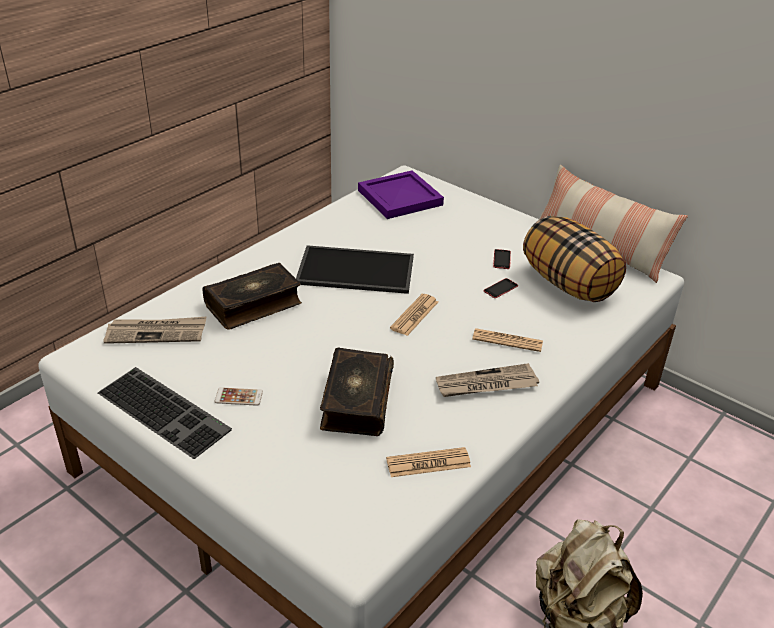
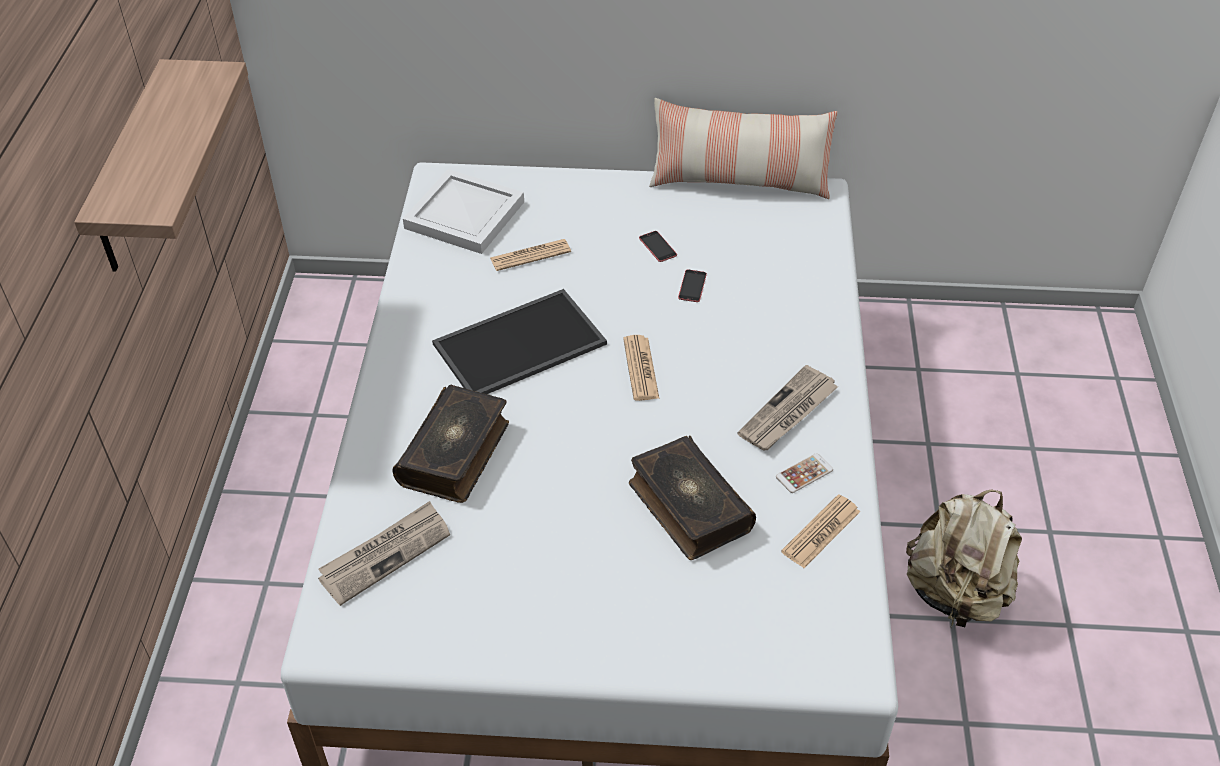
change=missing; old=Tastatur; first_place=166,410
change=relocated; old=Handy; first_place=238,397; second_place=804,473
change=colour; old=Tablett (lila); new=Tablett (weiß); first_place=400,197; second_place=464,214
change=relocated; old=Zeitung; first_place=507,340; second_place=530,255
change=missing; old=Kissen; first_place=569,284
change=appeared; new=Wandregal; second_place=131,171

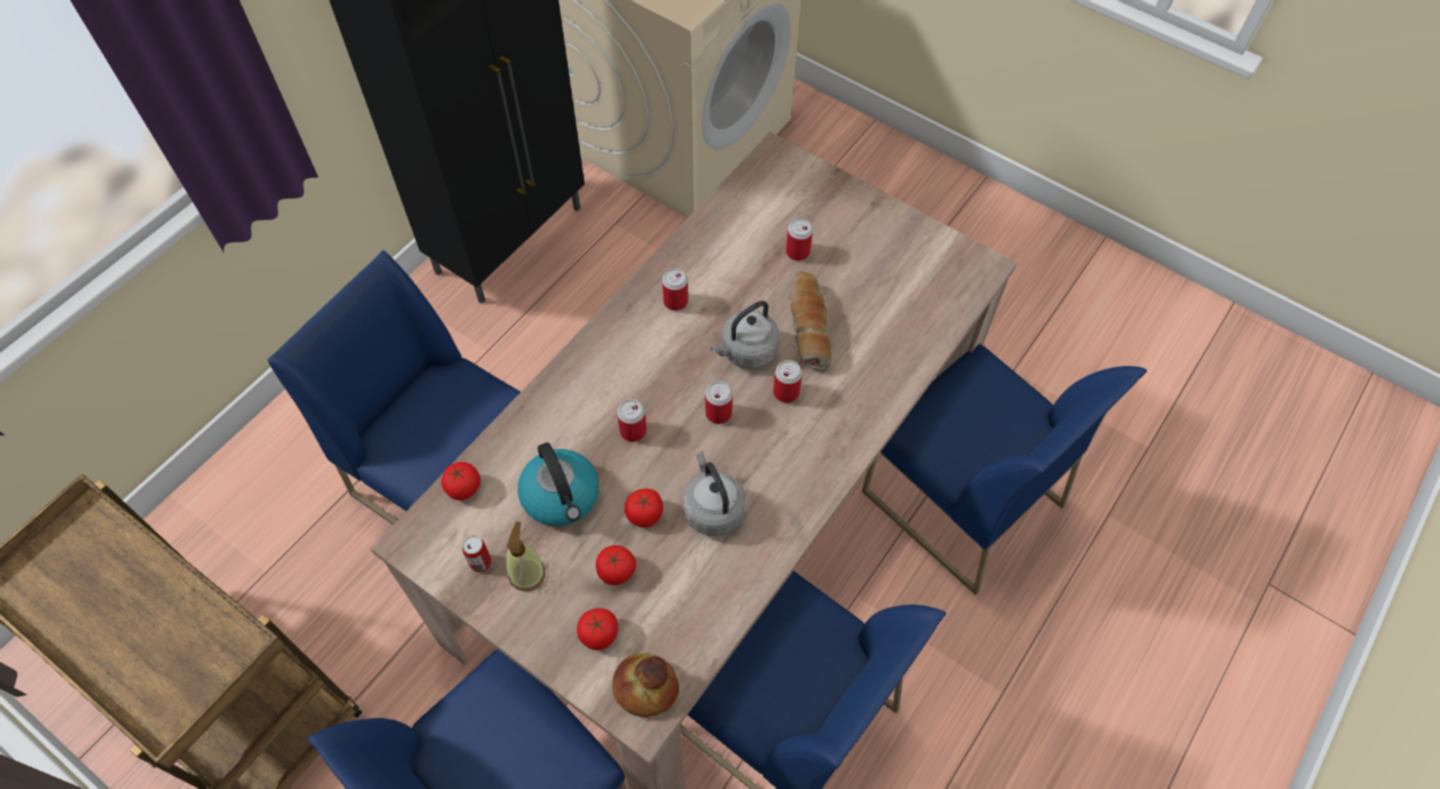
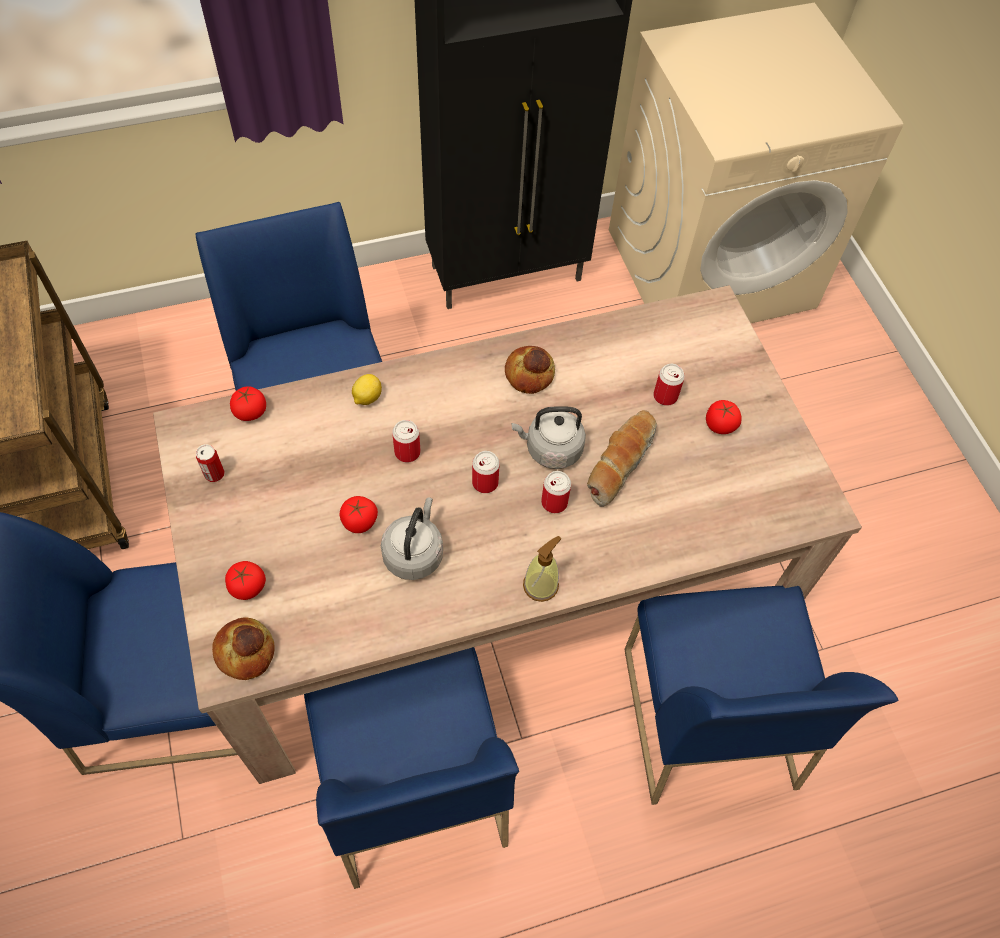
change=relocated; old=Seifenspender; first_place=527,574; second_place=541,585
change=missing; old=Wasserkessel; first_place=562,496
change=relocated; old=Tomate; first_place=616,571; second_place=720,425
change=exchanged; old=Dose; new=Brot; first_place=675,301; second_place=529,374
change=appeared; new=Zitrone; second_place=367,398

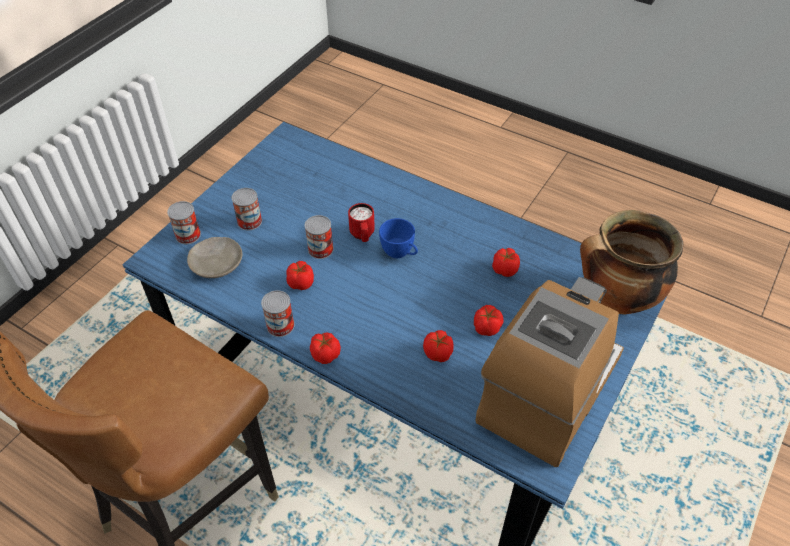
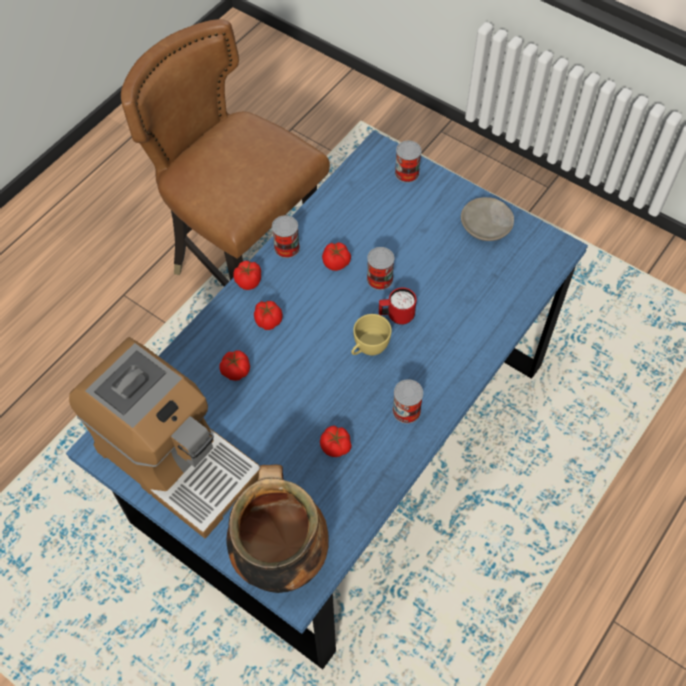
change=relocated; old=Teller (beige); first_place=217,263; second_place=486,225
change=relocated; old=Dose; first_place=249,221; second_place=406,410
change=colour; old=Tasse (blau); new=Tasse (gelb); first_place=400,253; second_place=368,349
change=relocated; old=Tomate; first_place=486,328; second_place=268,320

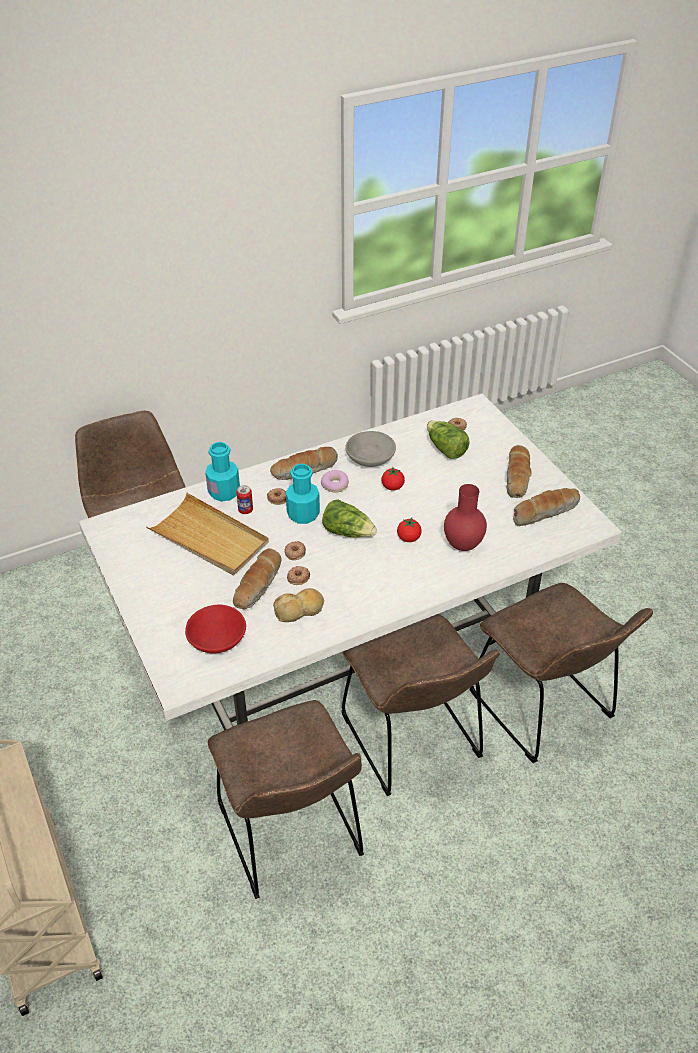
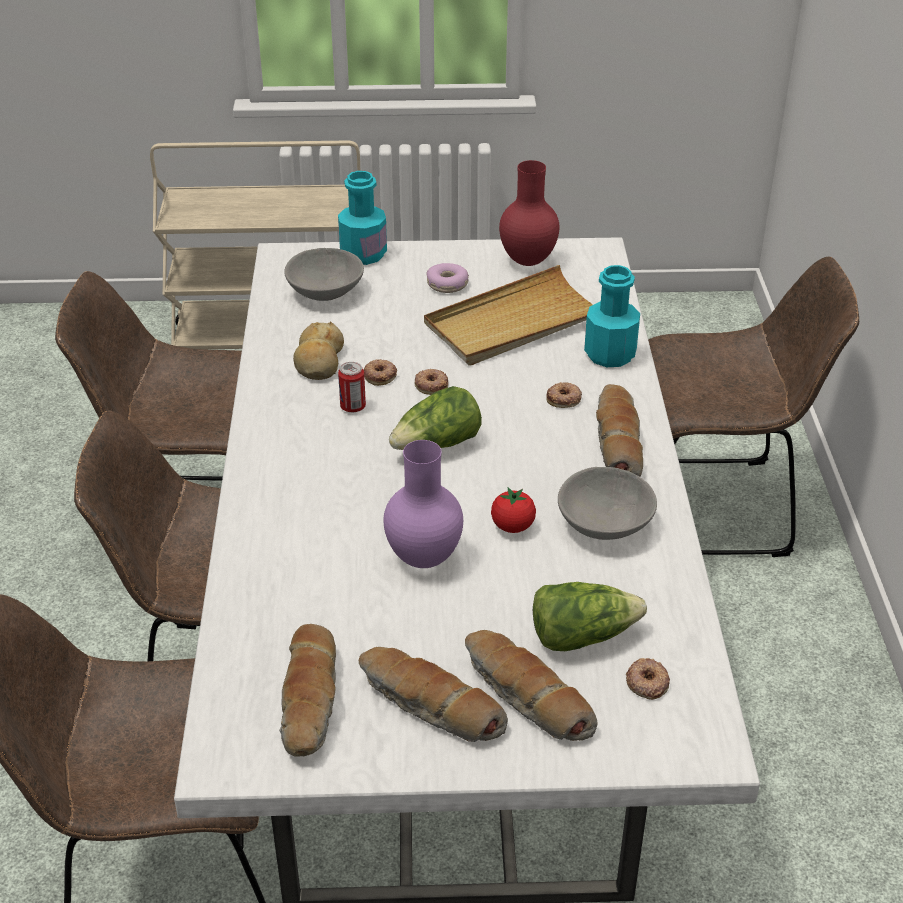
change=colour; old=Schüssel (rot); new=Schüssel (grau); first_place=217,640; second_place=326,292
change=relocated; old=Brot; first_place=258,585; second_place=525,697
change=relocated; old=Dose; first_place=245,510; second_place=353,407
change=relocated; old=Flasche (türkis); first_place=303,514; second_place=363,254
change=relocated; old=Donut; first_place=335,485; second_place=447,284
change=missing; old=Tomate; first_place=408,538
change=relocated; old=Vase (rot); first_place=464,545; second_place=527,262
change=appeared; new=Vase (lila); second_place=423,557

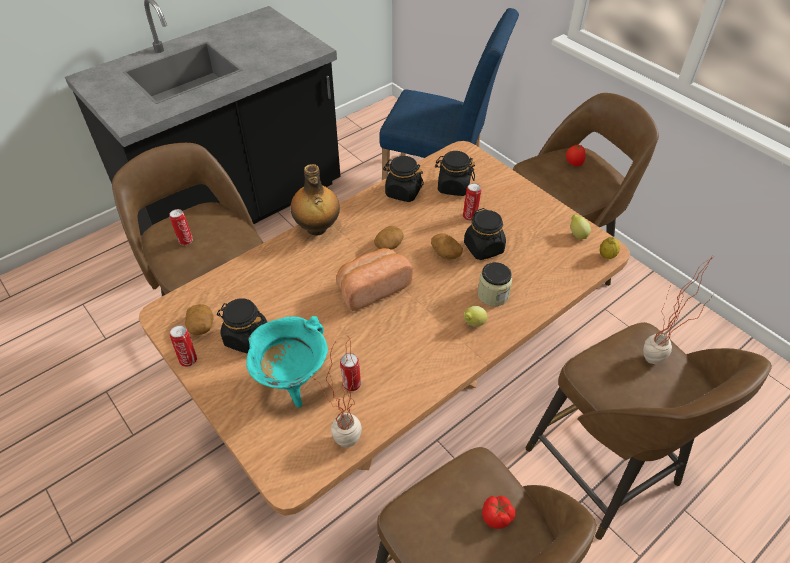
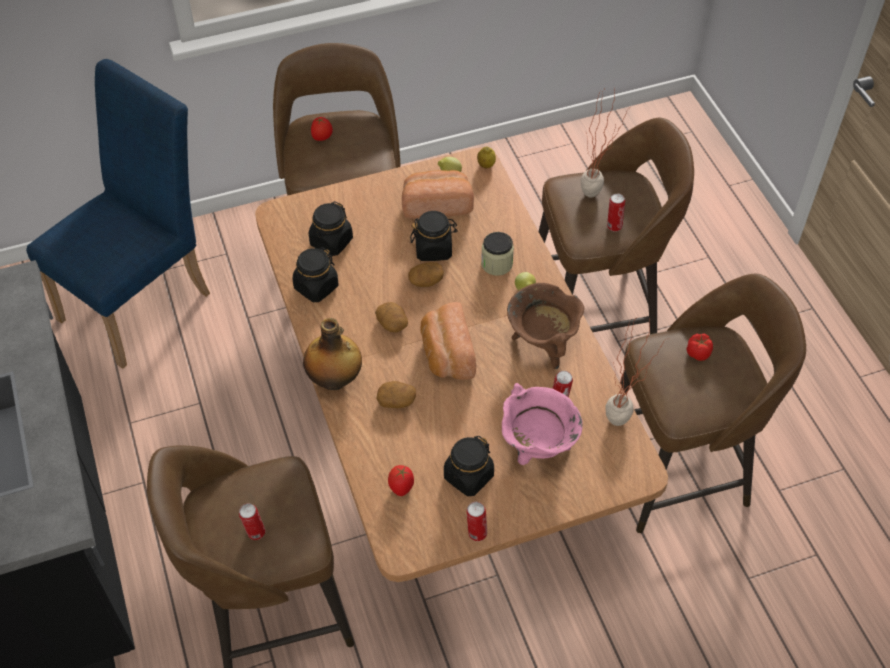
change=relocated; old=Kartoffel; first_place=201,326; second_place=396,400
change=colour; old=Kochtopf (türkis); new=Kochtopf (rosa); first_place=292,380; second_place=537,448
change=relocated; old=Dose; first_place=470,216; second_place=613,226
change=appeared; new=Tomate; second_place=401,487
change=appeared; new=Brot; second_place=436,204
change=appeared; new=Kochtopf (braun); second_place=542,344

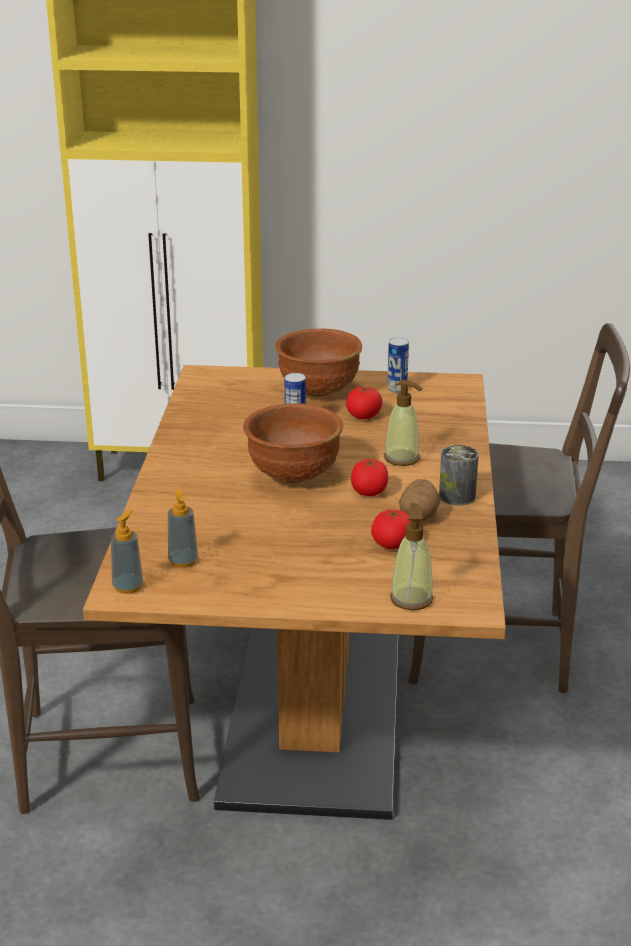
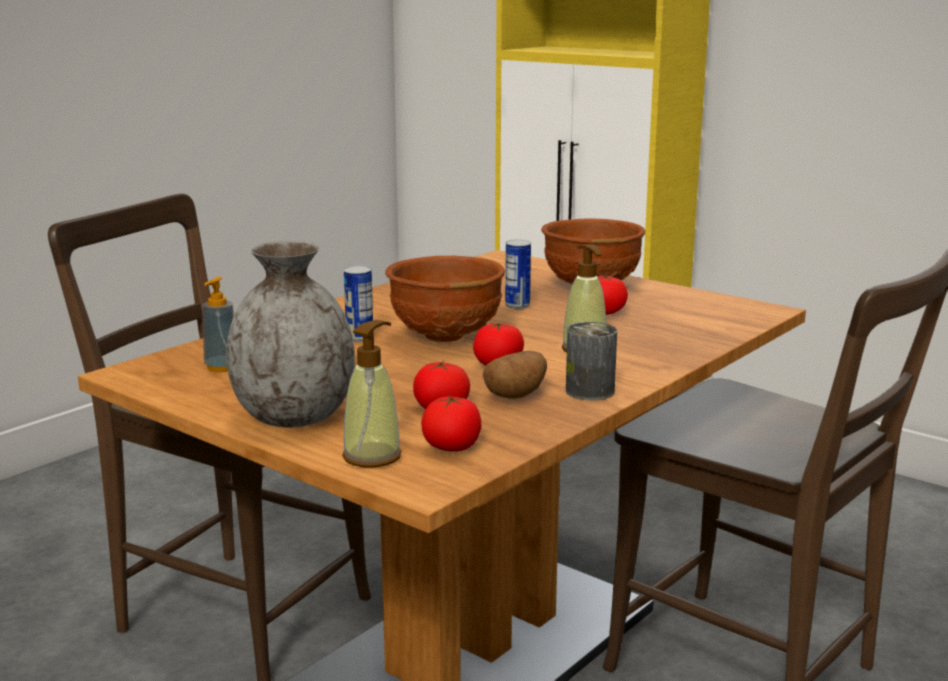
change=missing; old=Seifenspender; first_place=128,586
change=relocated; old=Dose; first_place=397,389; second_place=359,338
change=appeared; new=Vase (grau); second_place=293,417
change=appeared; new=Tomate; second_place=451,447

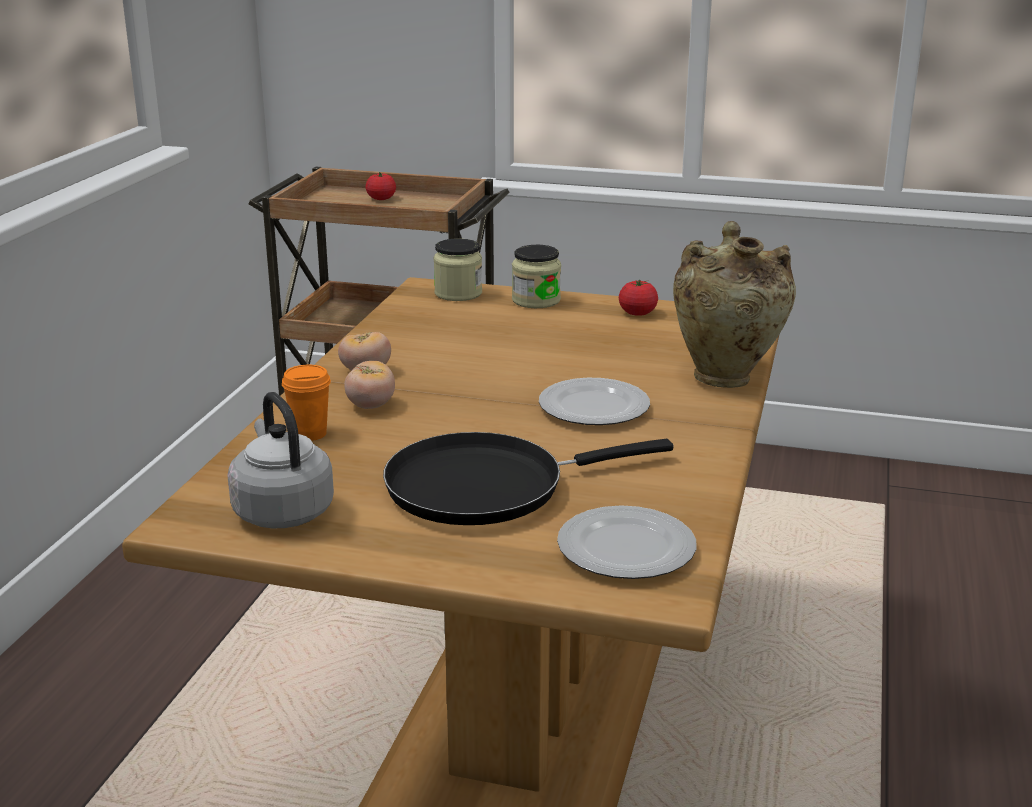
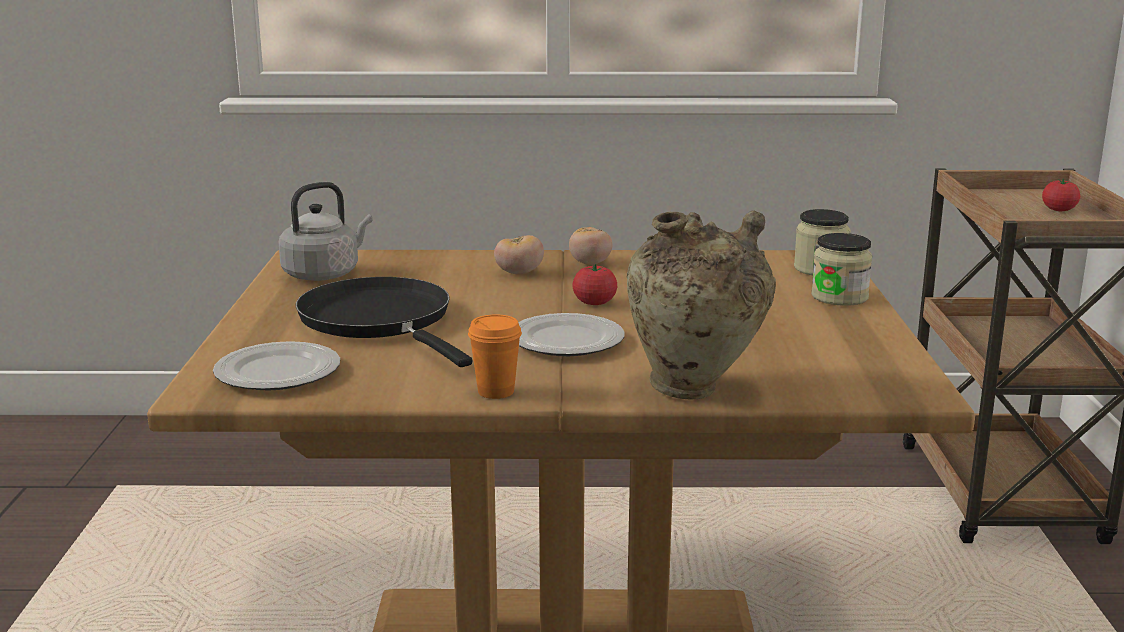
change=relocated; old=Tasse (orange); first_place=310,434; second_place=496,391
change=relocated; old=Tomate; first_place=637,313; second_place=594,303

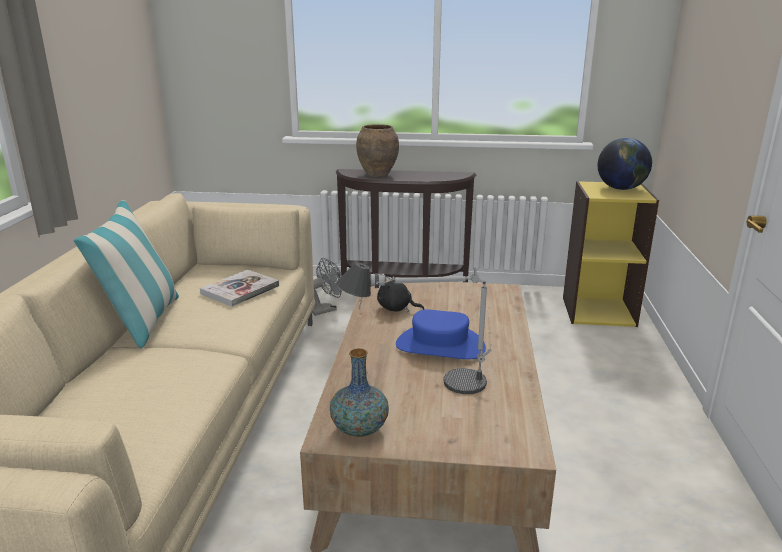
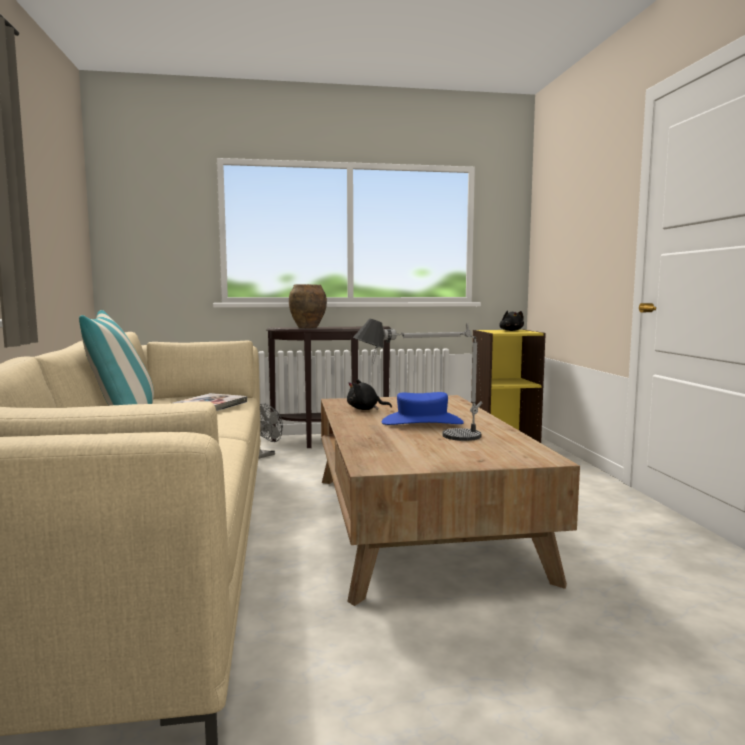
change=missing; old=Vase; first_place=359,429
change=exchanged; old=Globus; new=Plüschtier (schwarz); first_place=621,188; second_place=511,330

